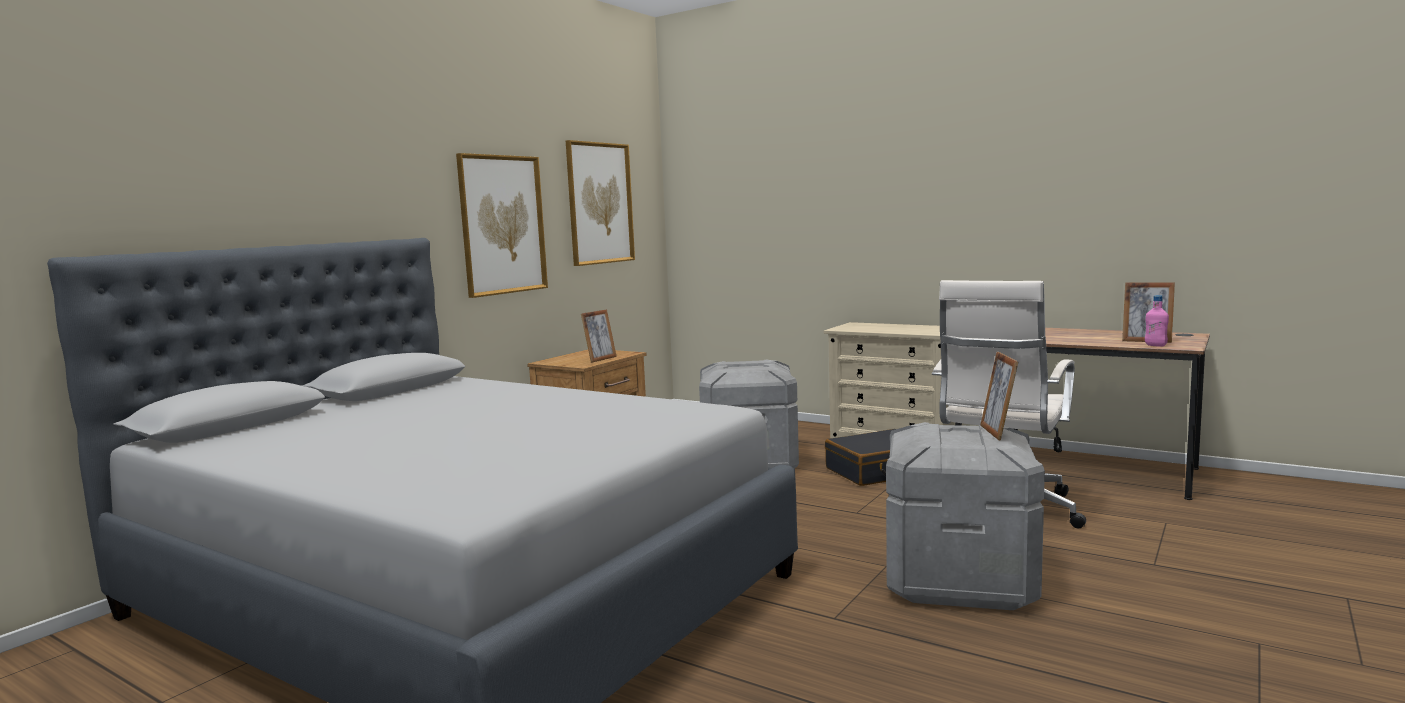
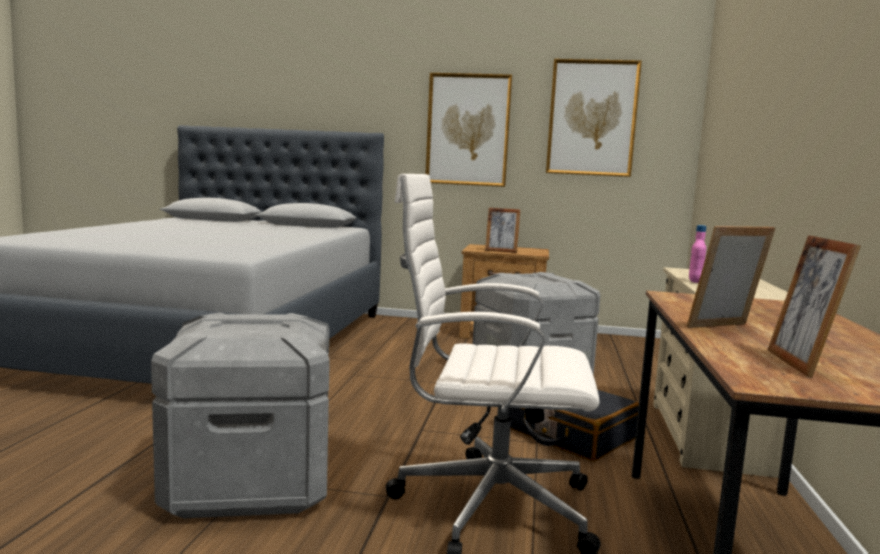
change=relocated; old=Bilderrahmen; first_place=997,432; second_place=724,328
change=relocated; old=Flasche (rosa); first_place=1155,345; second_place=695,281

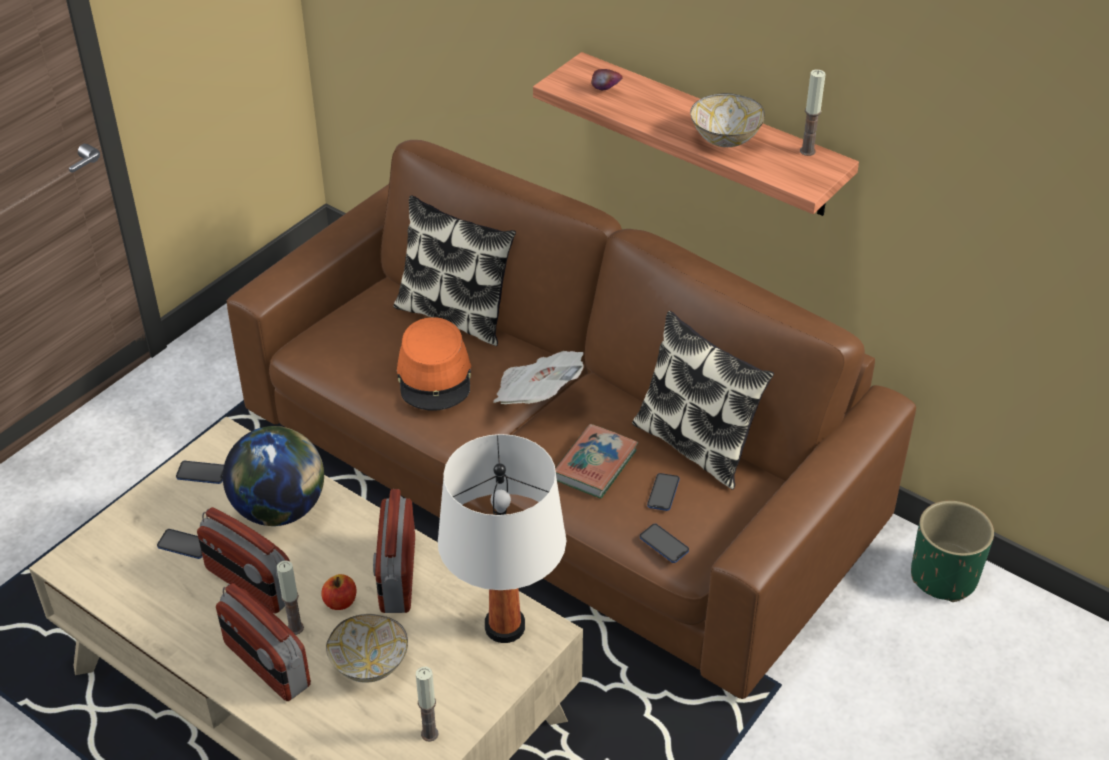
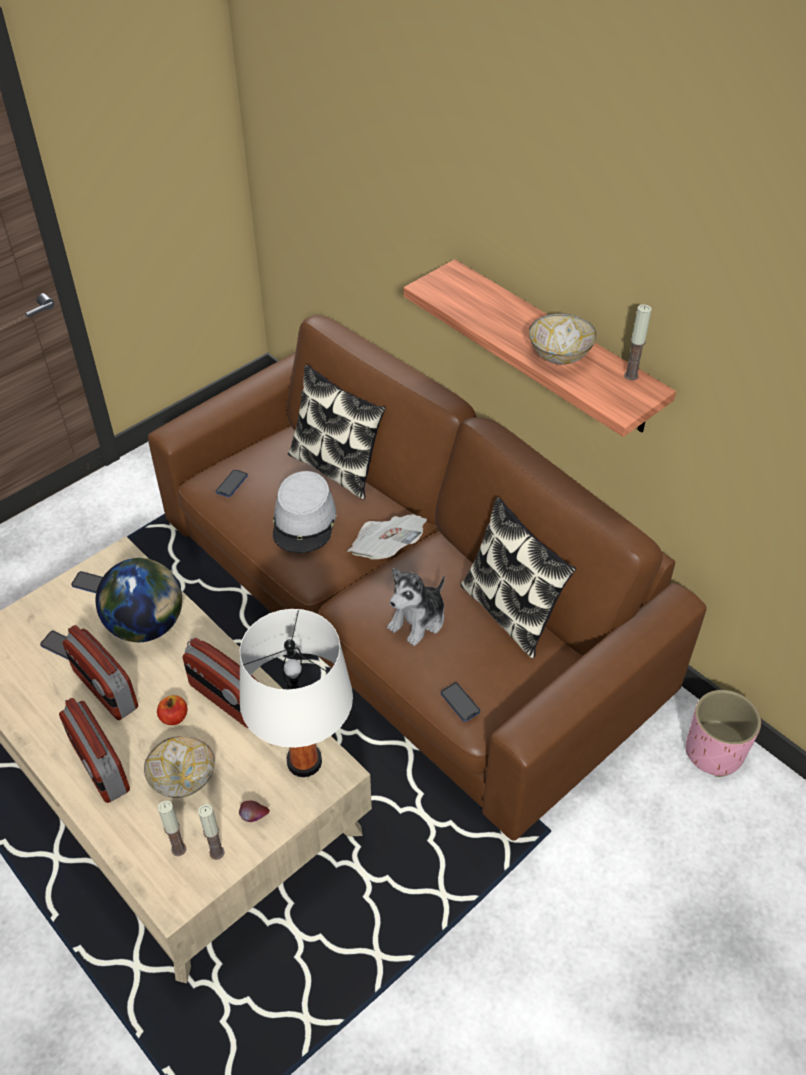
change=relocated; old=Kerze; first_place=295,628; second_place=178,849
change=spun; old=Radio; first_place=397,575; second_place=226,700; degrees=-60
change=colour; old=Hut (orange); new=Hut (grau); first_place=435,376; second_place=304,521
change=exchanged; old=Buch; new=Plüschtier; first_place=594,465; second_place=418,620
change=relocated; old=Apfel; first_place=606,91; second_place=255,817
change=relocated; old=Handy; first_place=663,493; second_place=231,484
change=colour; old=Pflanzkübel (grün); new=Pflanzkübel (rosa); first_place=944,577; second_place=714,752

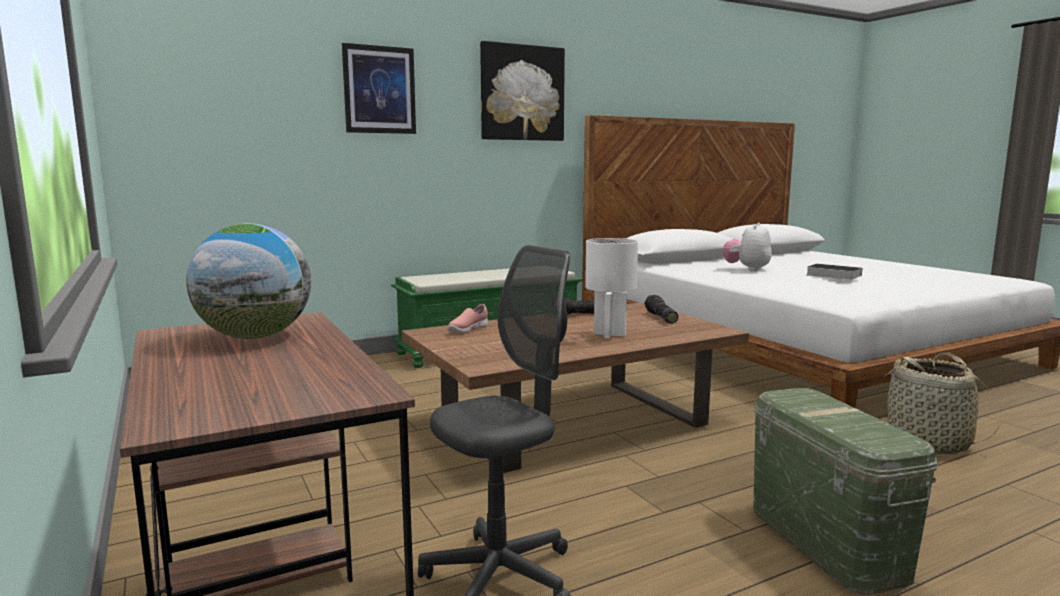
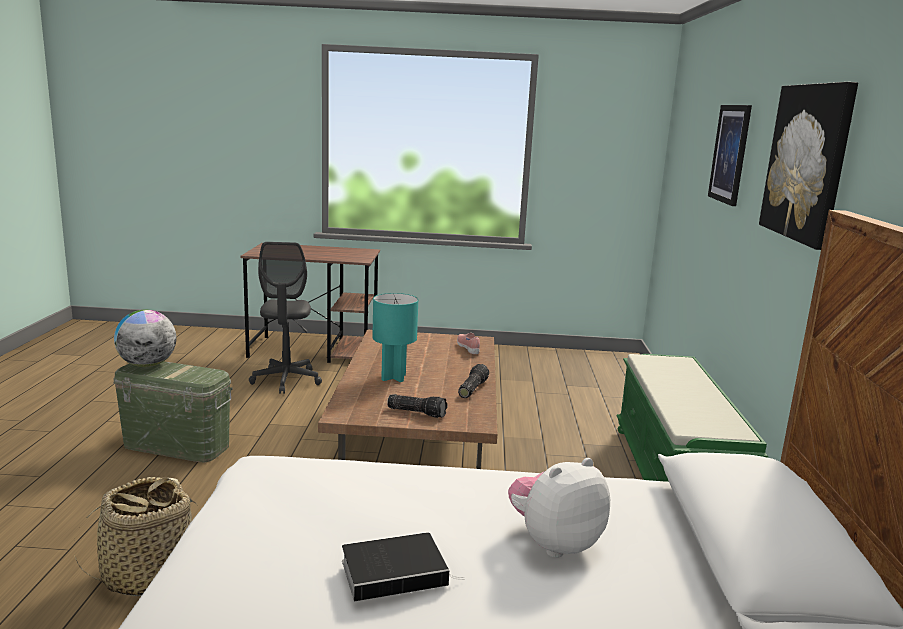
change=relocated; old=Globus; first_place=255,337; second_place=147,365
change=colour; old=Tischlampe (weiß); new=Tischlampe (türkis); first_place=609,334; second_place=394,377
change=spun; old=Plüschtier; first_place=747,269; second_place=554,543; degrees=-90

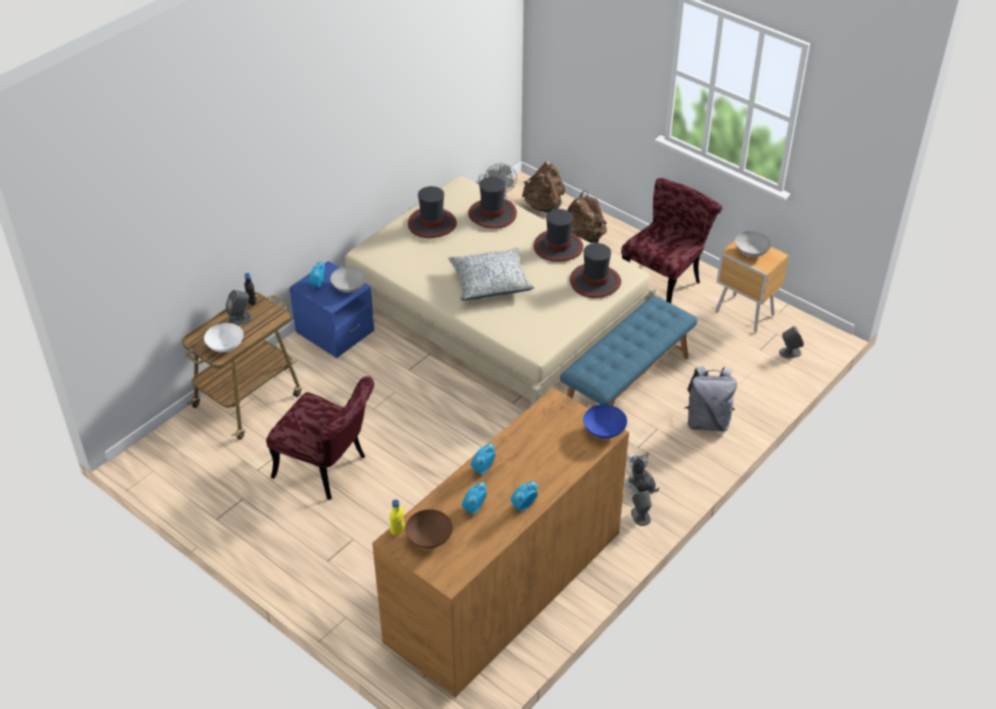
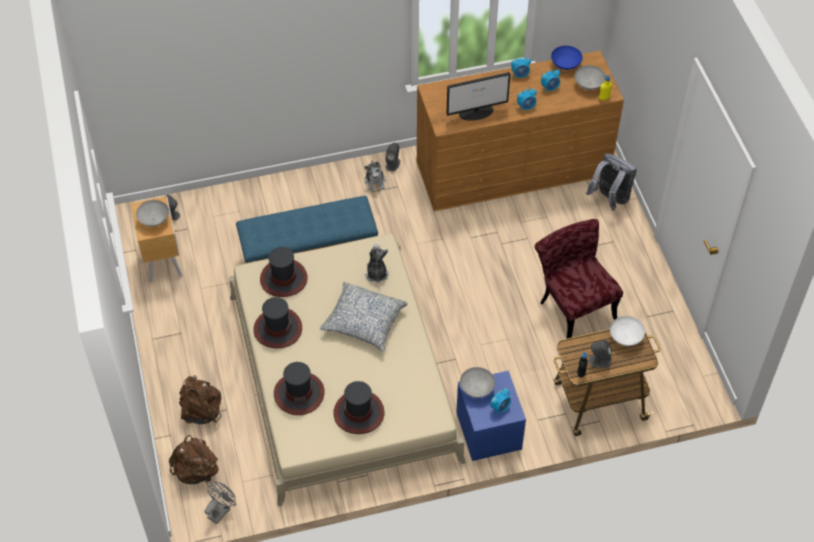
change=colour; old=Schüssel (braun); new=Schüssel (grau); first_place=429,538; second_place=589,85
change=relocated; old=Schüssel (blau); first_place=605,431; second_place=565,64
change=missing; old=Stuhl (rot); first_place=664,280
change=relocated; old=Rucksack (grau); first_place=707,422; second_place=609,199
change=appeared; new=Plüschtier; second_place=376,273
change=appeared; new=Monitor; second_place=476,112

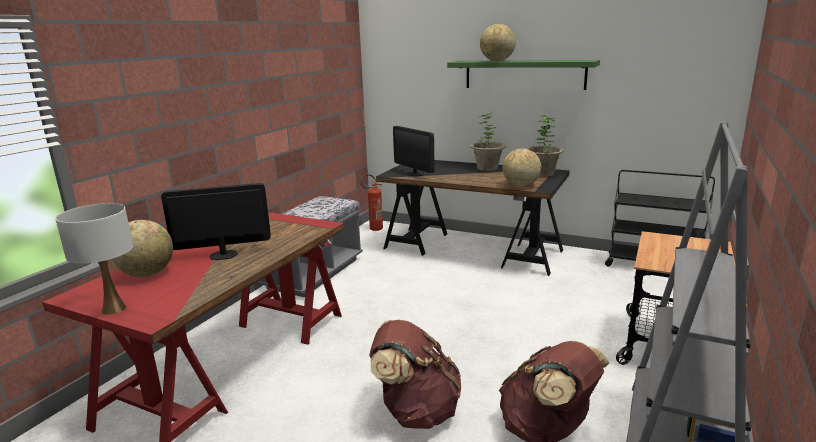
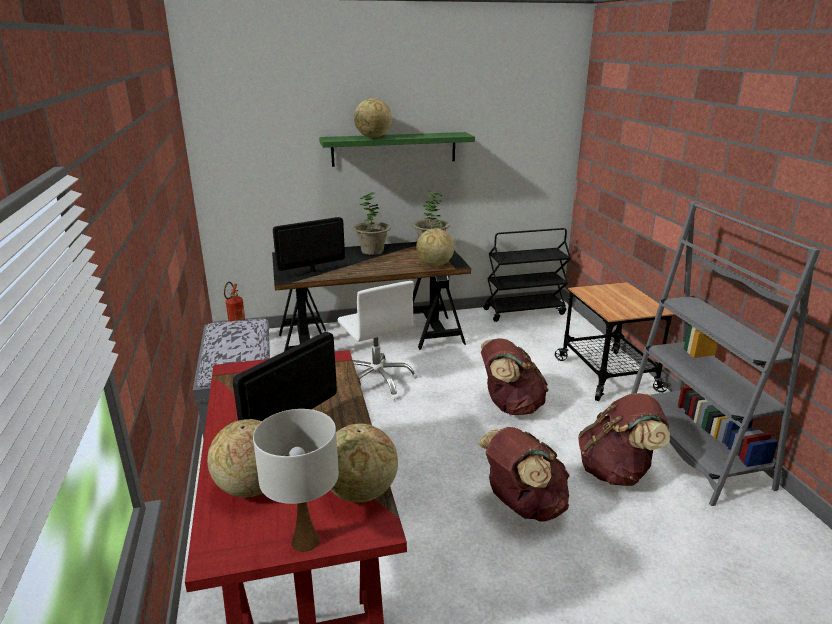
change=spun; old=Monitor; first_place=415,174; second_place=313,272; degrees=135
change=appeared; new=Globus; second_place=360,493
change=appeared; new=Bürostuhl (weiß); second_place=377,381
change=appeared; new=Rucksack (braun); second_place=510,406

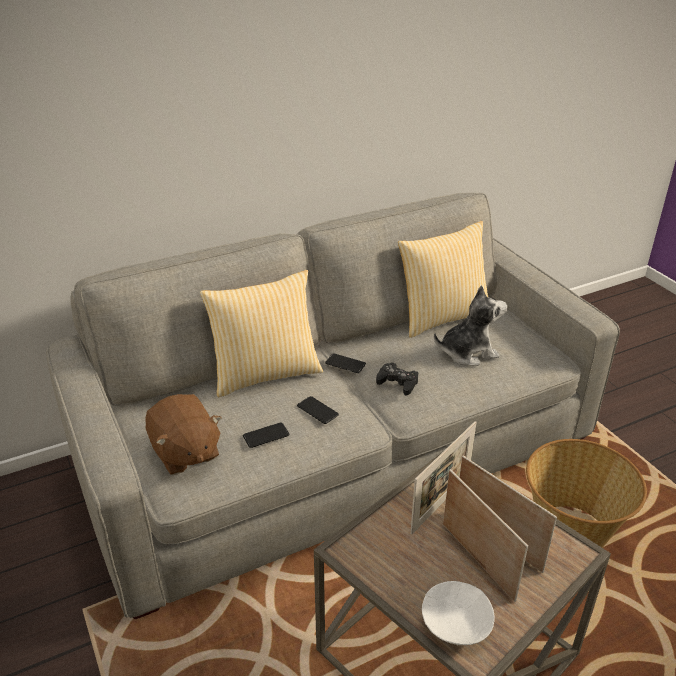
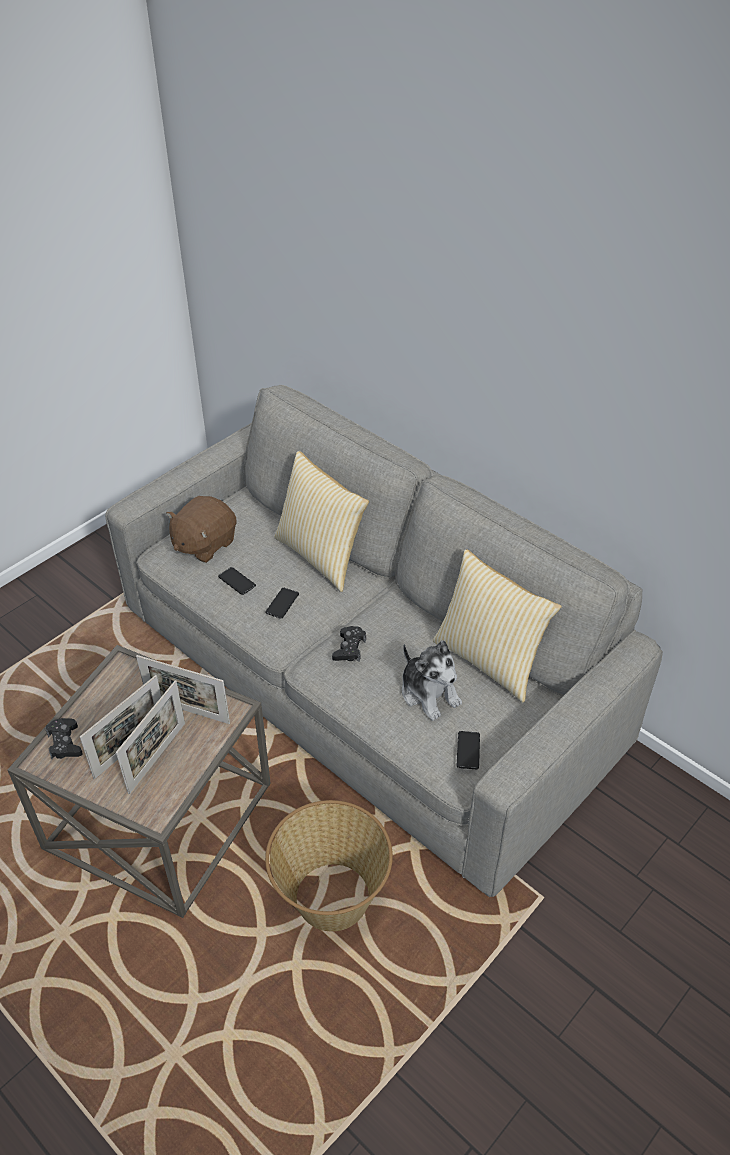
change=relocated; old=Handy; first_place=345,364; second_place=468,750
change=exchanged; old=Schüssel (weiß); new=Gamepad (schwarz); first_place=455,622; second_place=65,743

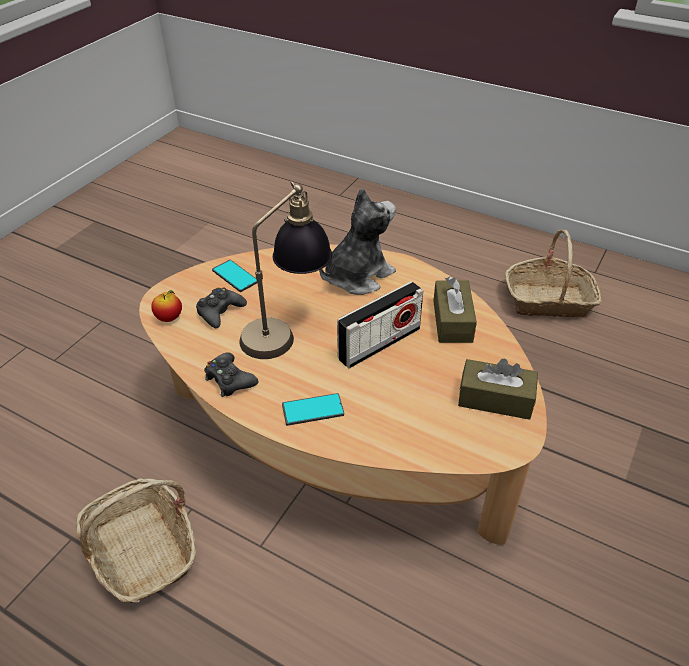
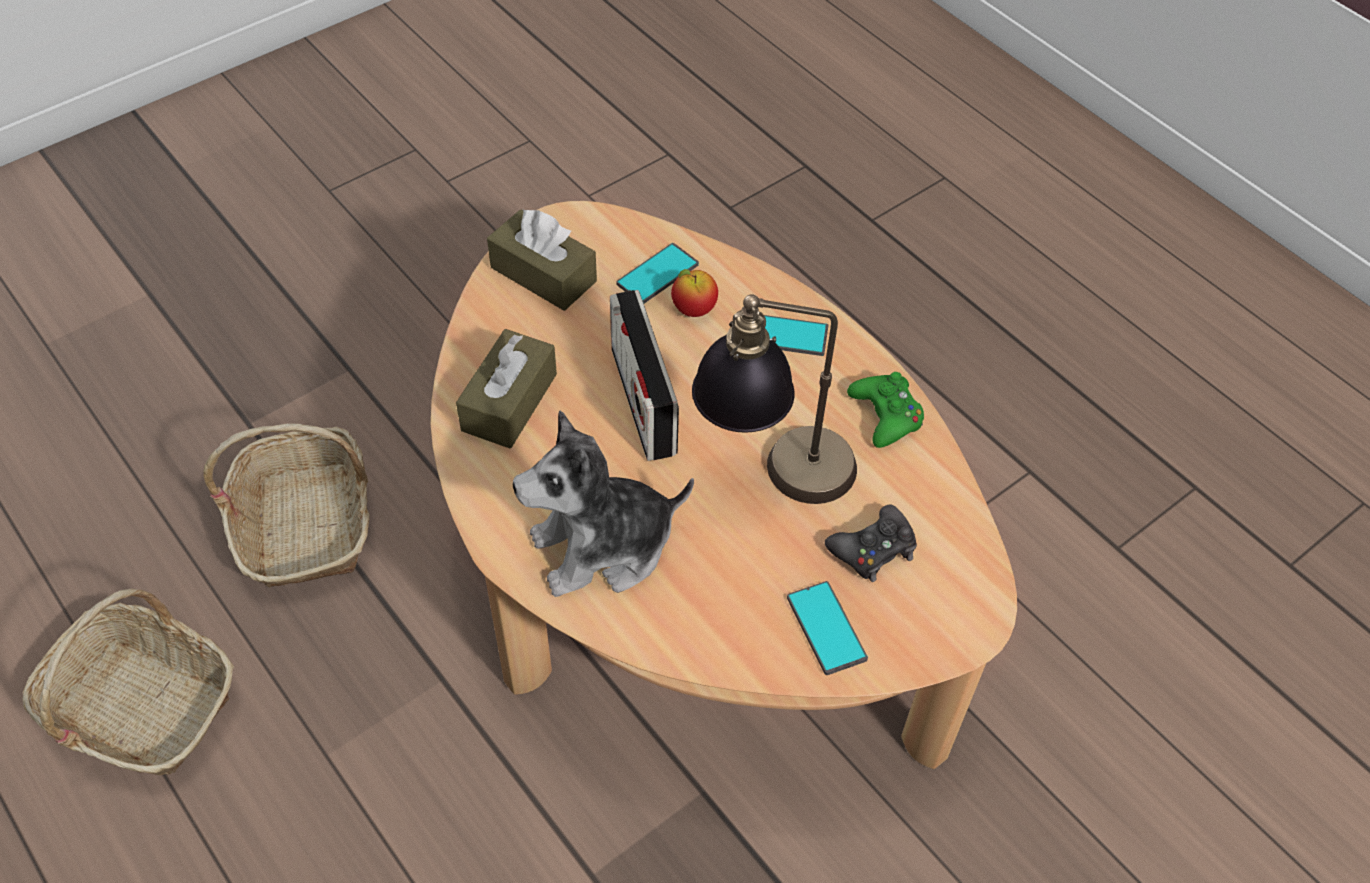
change=relocated; old=Korb; first_place=143,550; second_place=306,523
change=relocated; old=Apfel; first_place=169,318; second_place=694,309
change=colour; old=Gamepad (schwarz); new=Gamepad (grün); first_place=230,380; second_place=886,415
change=spun; old=Radio; first_place=379,343; second_place=643,401; degrees=-90
change=appeared; new=Handy; second_place=657,274

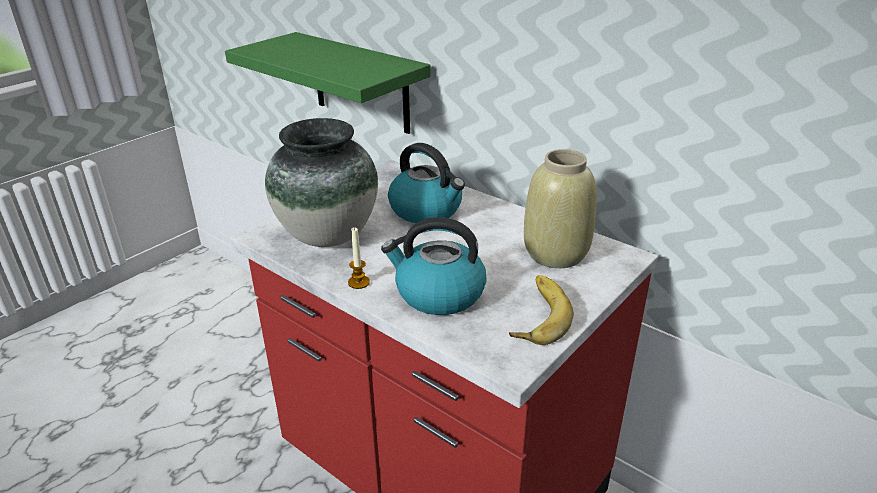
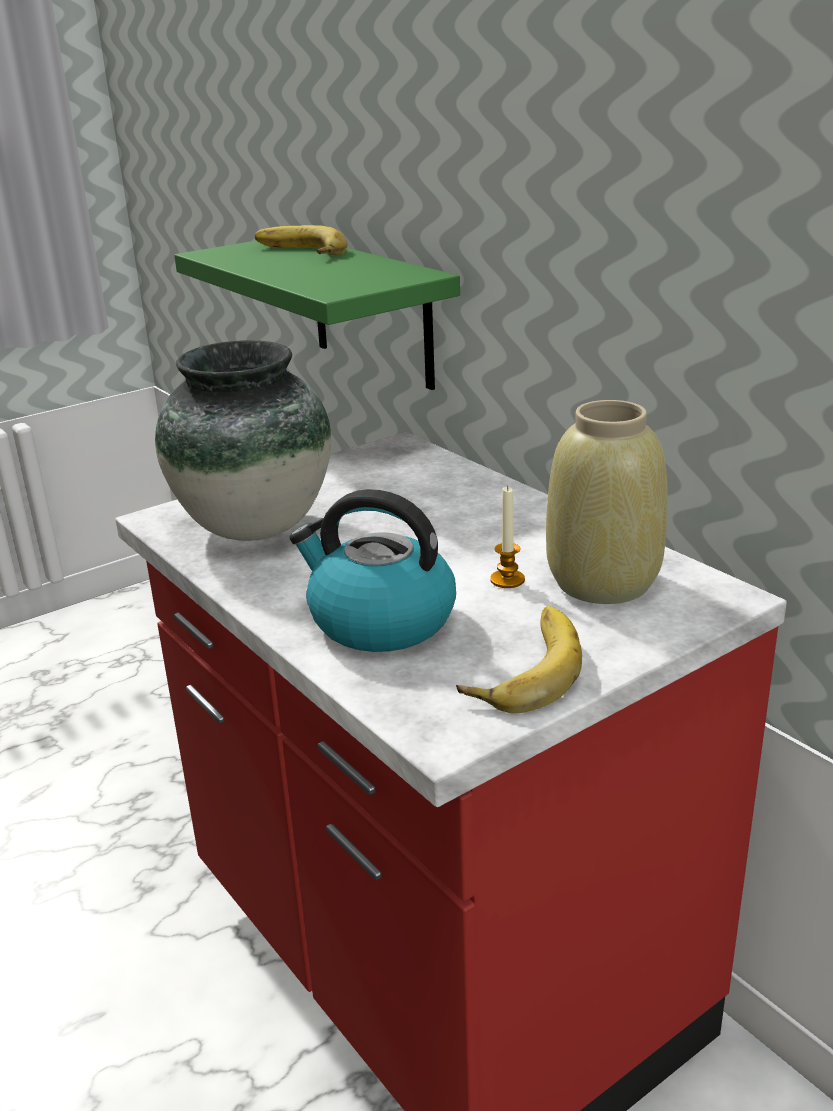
change=relocated; old=Kerze; first_place=359,282; second_place=507,580
change=missing; old=Wasserkessel; first_place=427,210
change=appeared; new=Banane; second_place=297,252

